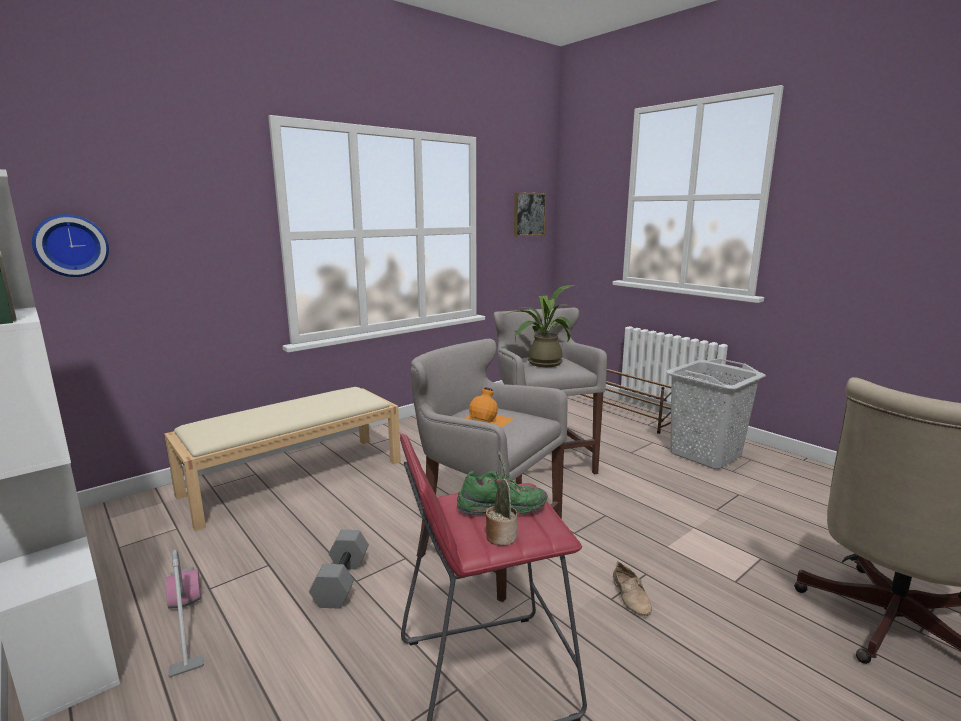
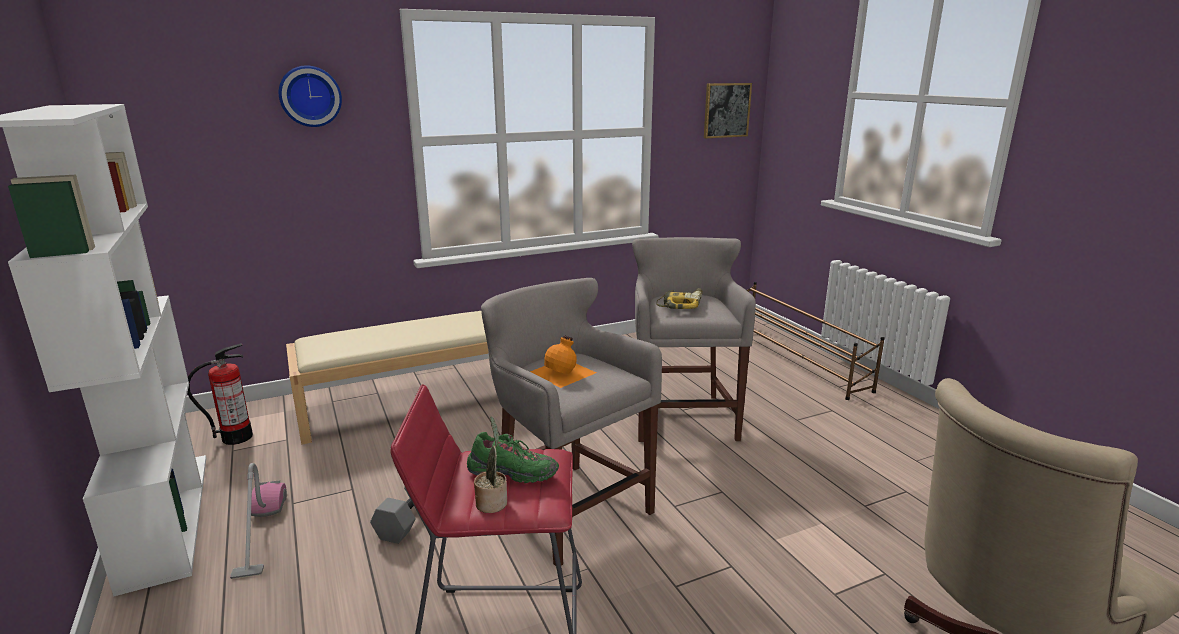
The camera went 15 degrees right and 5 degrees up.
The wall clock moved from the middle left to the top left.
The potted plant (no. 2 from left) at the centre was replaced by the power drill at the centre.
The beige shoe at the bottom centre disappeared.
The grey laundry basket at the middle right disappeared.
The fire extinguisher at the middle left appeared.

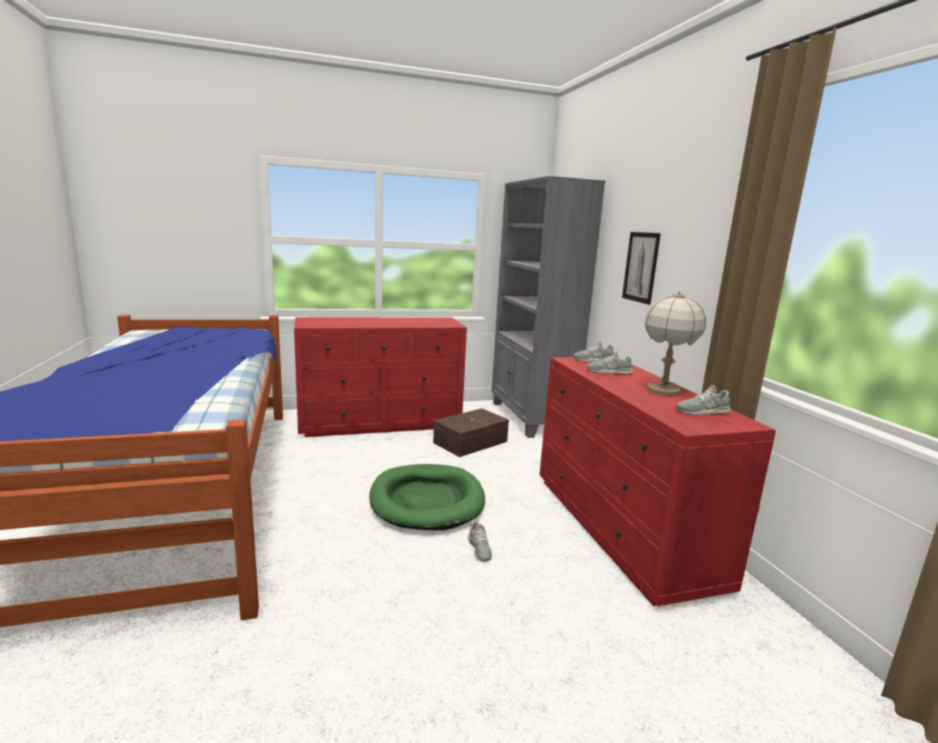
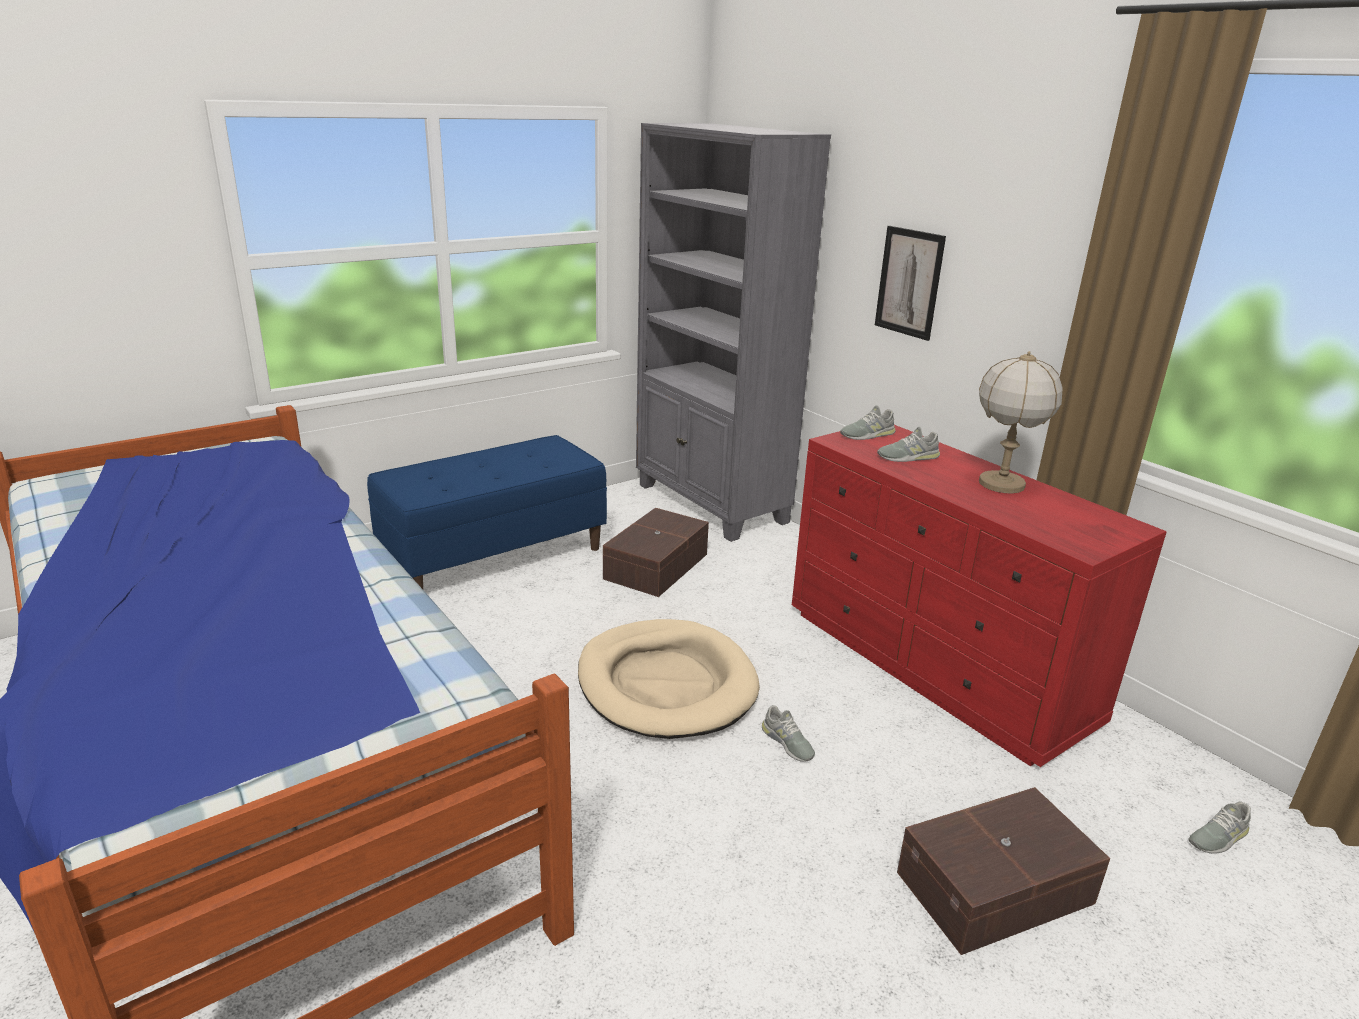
The camera went 20 degrees left and 10 degrees up.
The red dresser (no. 1 from left) at the centre was replaced by the blue bench at the centre.
The green dog bed at the bottom centre became the beige dog bed at the centre.
The grey shoe (no. 4 from left) moved from the middle right to the bottom right.
The brown storage box (no. 2 from left) at the bottom right appeared.

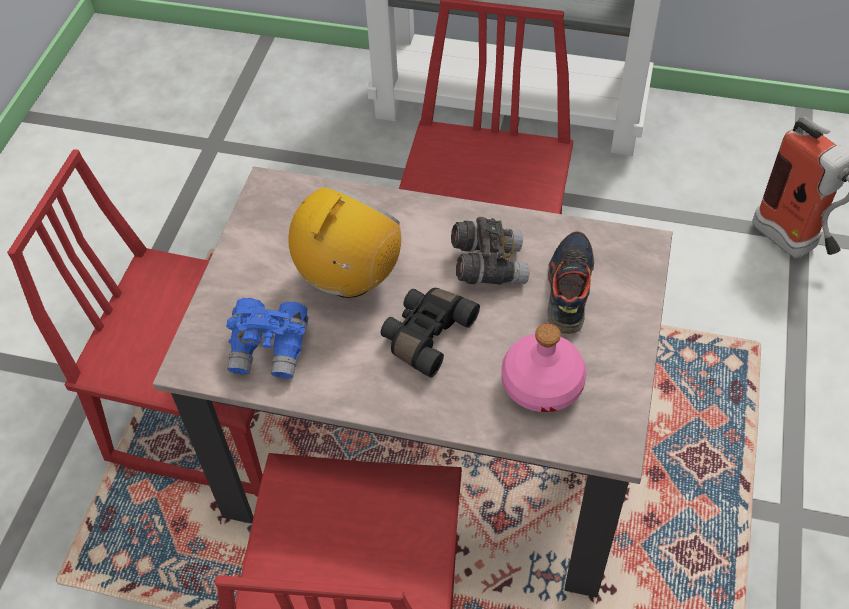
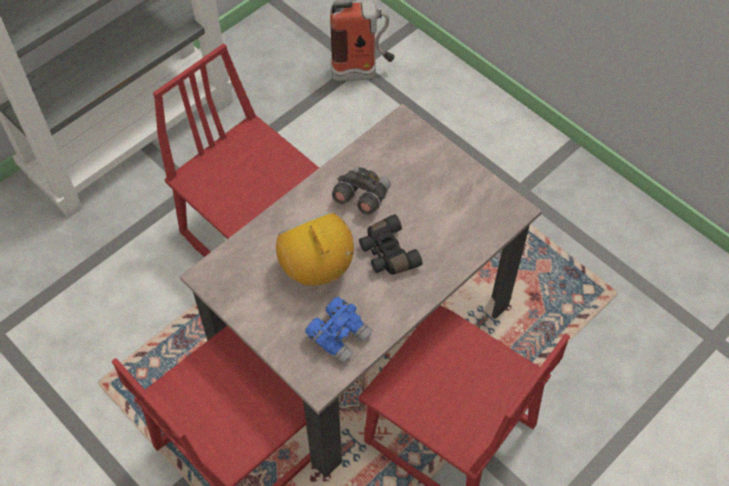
The camera went 60 degrees left and 5 degrees up.
The pink bottle at the centre disappeared.
The shoe at the middle right disappeared.

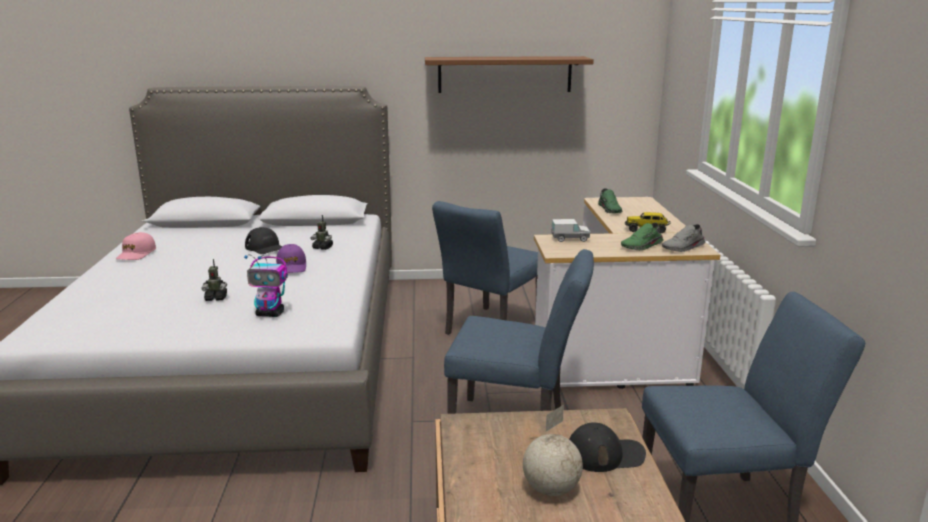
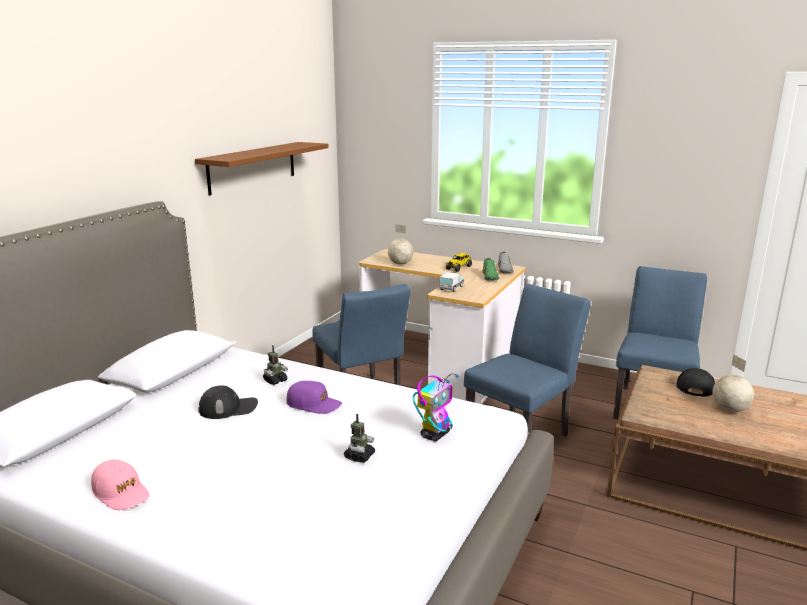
The camera went 60 degrees left and 0 degrees up.
The green shoe (no. 1 from left) at the centre was replaced by the globe (no. 1 from left) at the centre.

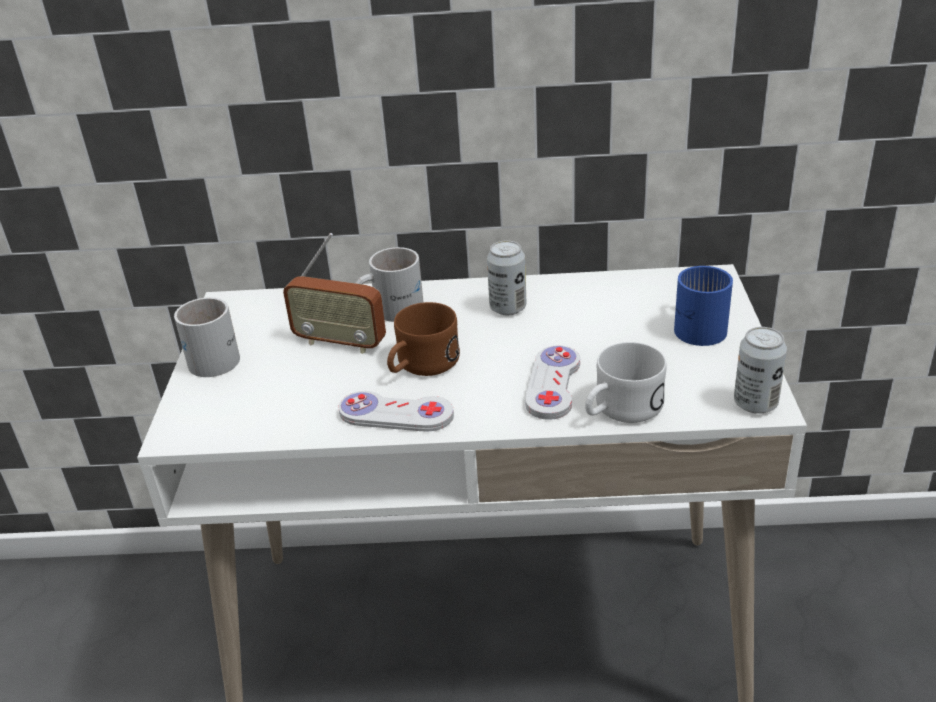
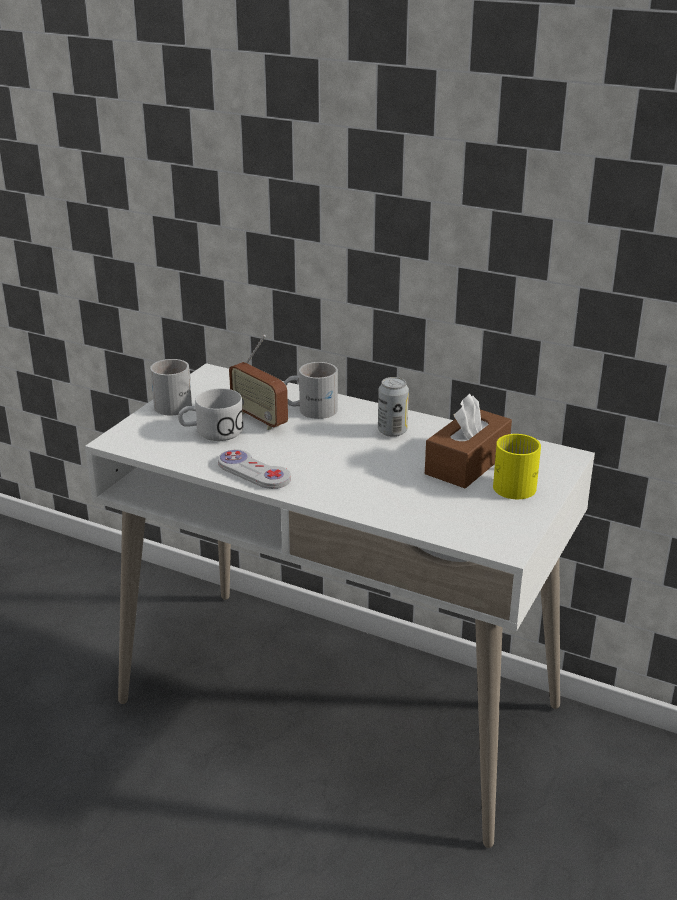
The camera went 25 degrees right and 5 degrees down.
The brown mug at the centre disappeared.
The white game controller (no. 2 from left) at the centre disappeared.
The white mug (no. 3 from left in the first image) moved from the middle right to the middle left.
The blue mug at the middle right became the yellow mug at the middle right.
The can (no. 2 from left) at the middle right disappeared.
The brown tissue box at the middle right appeared.

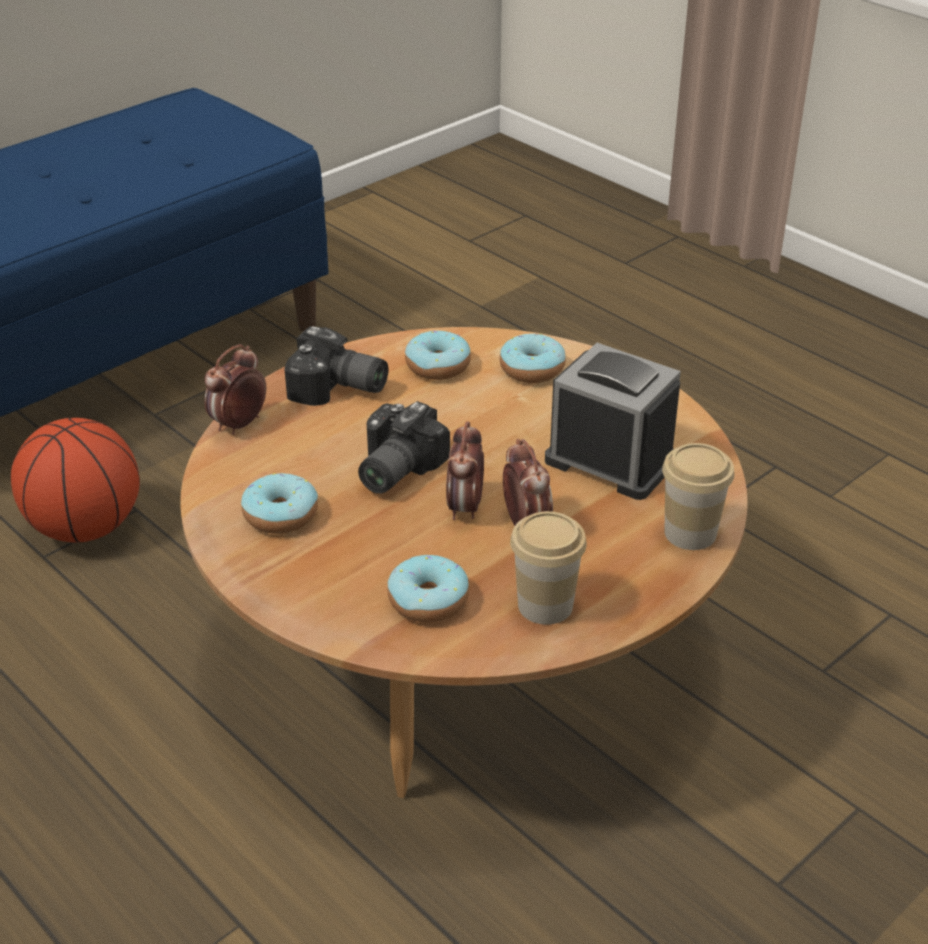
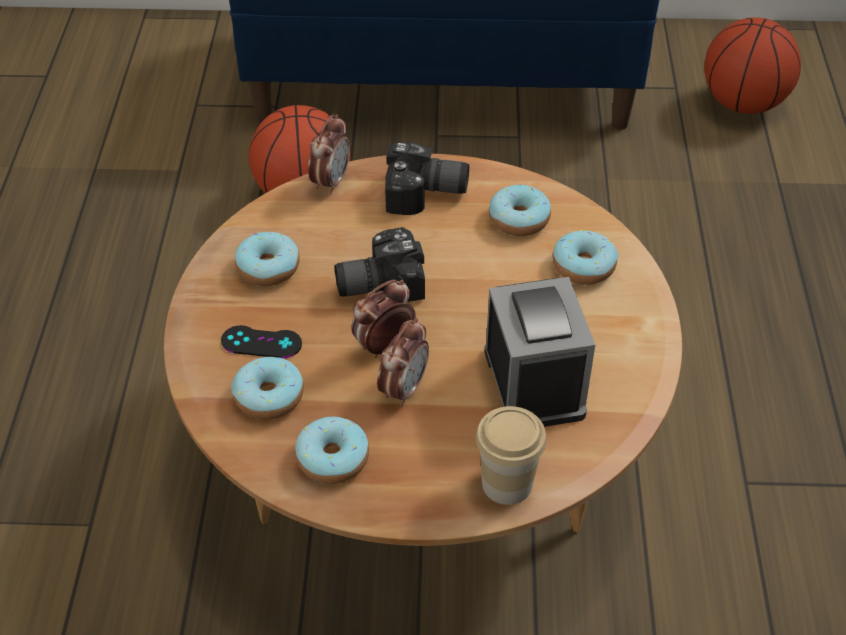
The camera went 45 degrees right and 10 degrees up.
The alarm clock (no. 1 from left) at the middle left turned 120 degrees clockwise.
The photo camera (no. 1 from left in the first image) at the centre turned 60 degrees counterclockwise.
The cup (no. 1 from left) at the centre was replaced by the donut (no. 3 from left) at the bottom centre.
The black game controller at the middle left appeared.
The basketball (no. 2 from left) at the top right appeared.

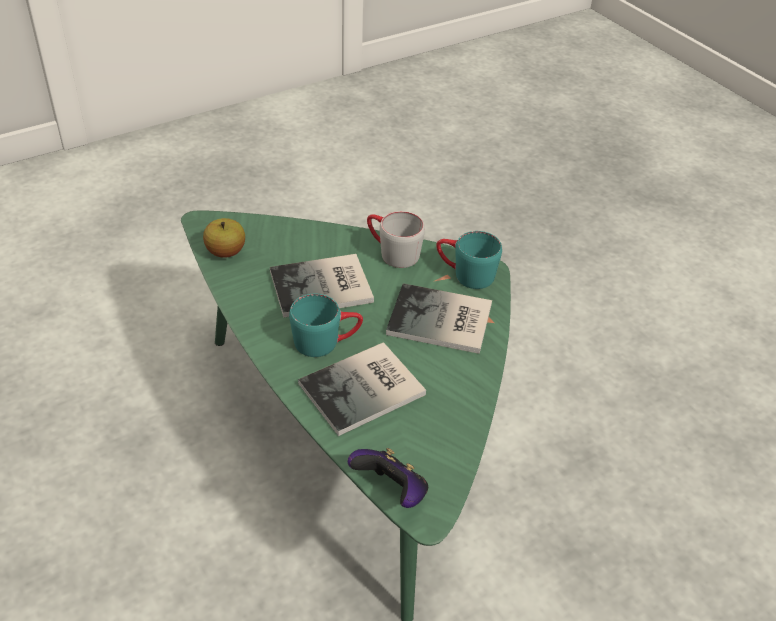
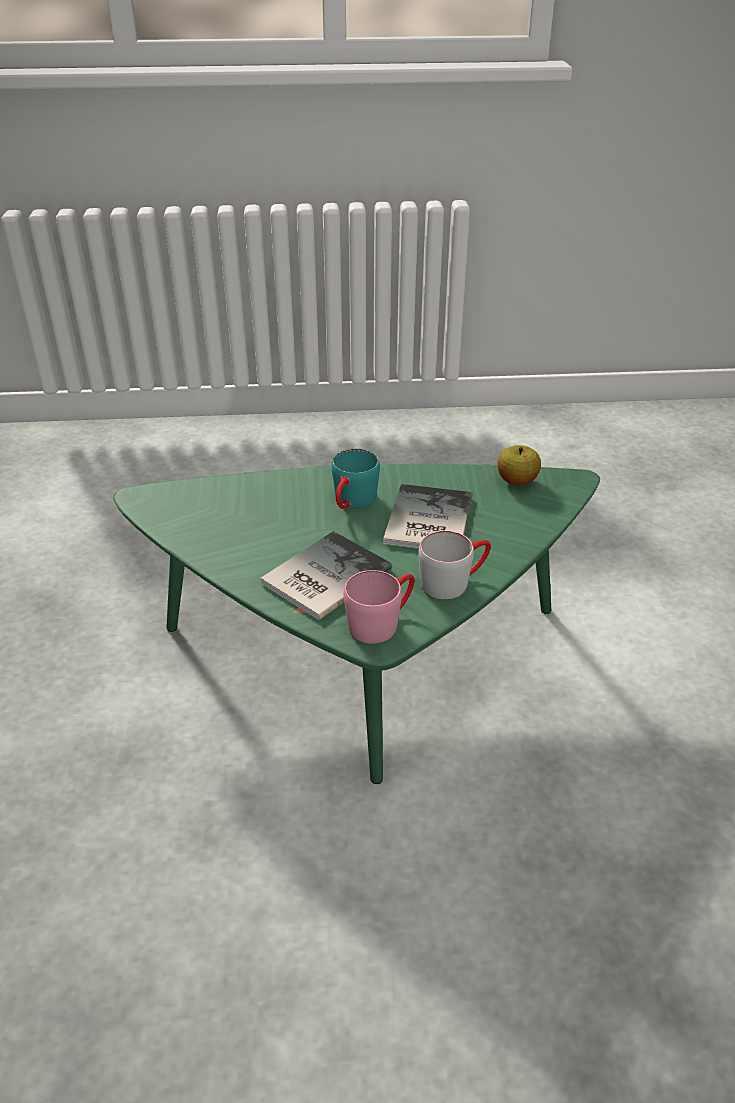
The camera went 120 degrees right and 5 degrees down.
The book (no. 2 from left) at the centre disappeared.
The game controller at the bottom centre disappeared.
The turquoise mug (no. 2 from left) at the centre became the pink mug at the centre.

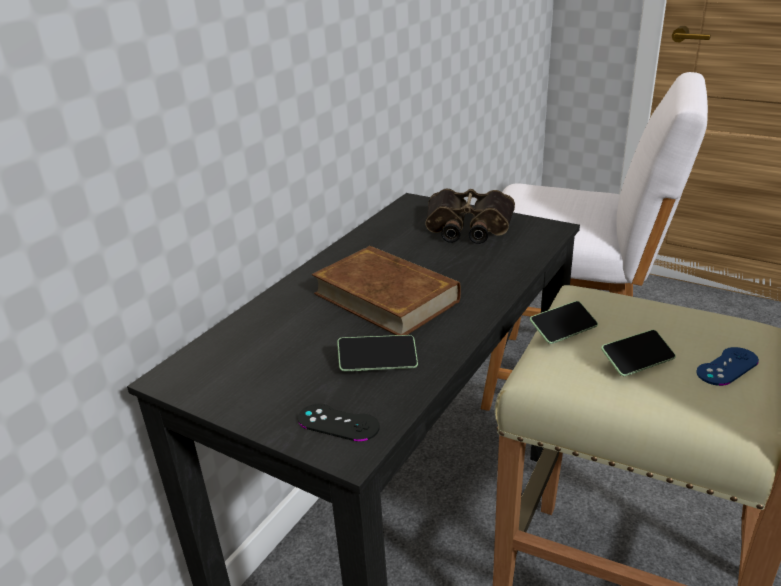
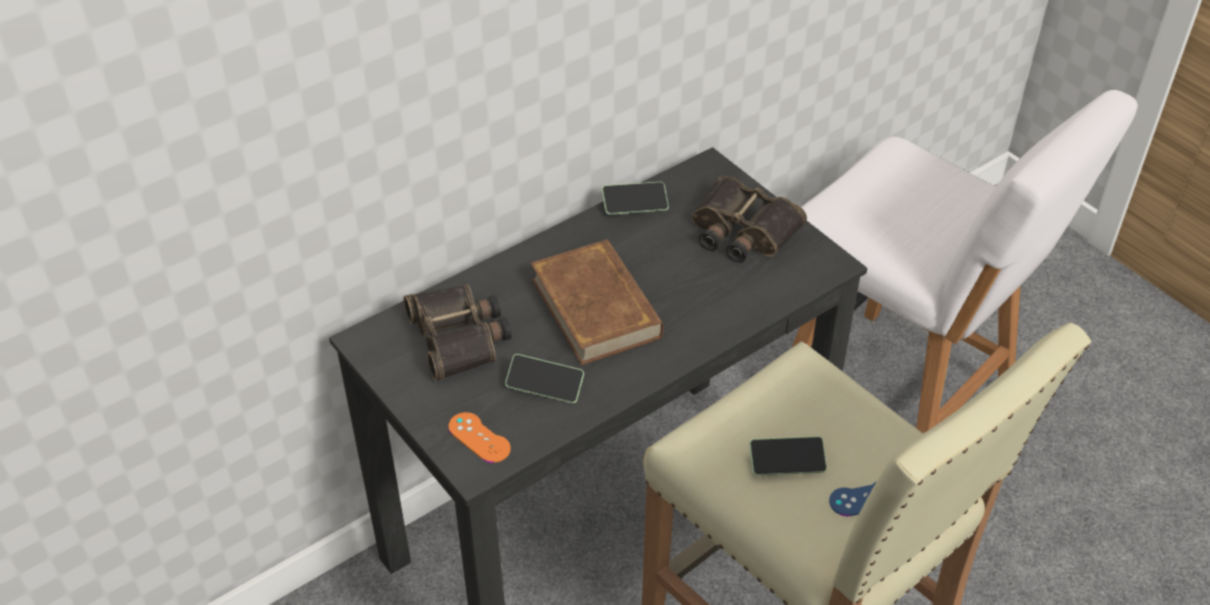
The camera went 20 degrees right and 15 degrees up.
The black game controller at the bottom centre became the orange game controller at the bottom centre.
The phone (no. 2 from left) moved from the middle right to the top centre.
The binoculars (no. 1 from left) at the centre appeared.

